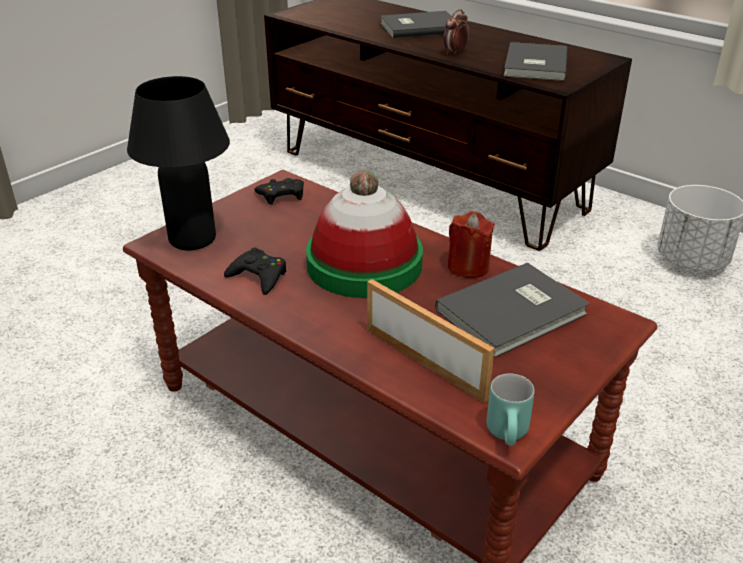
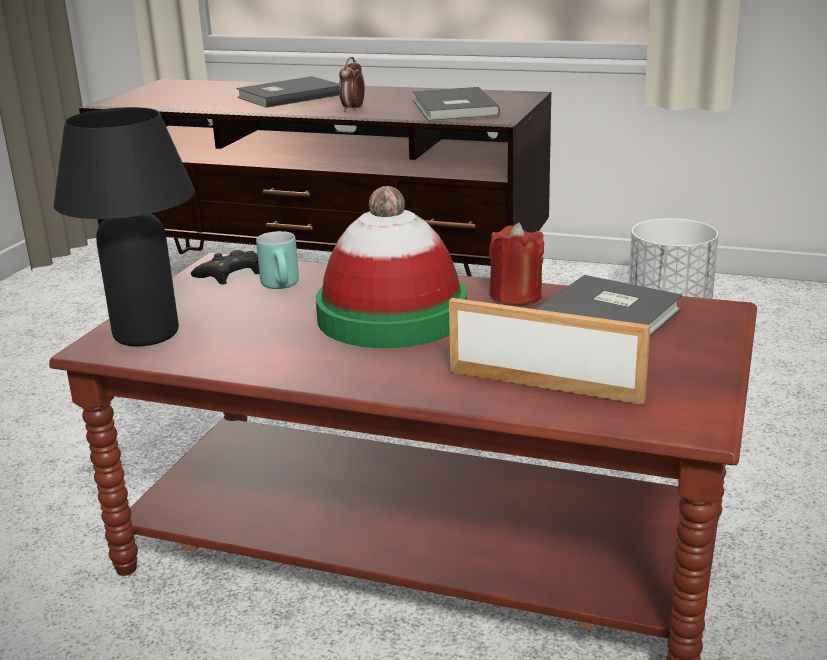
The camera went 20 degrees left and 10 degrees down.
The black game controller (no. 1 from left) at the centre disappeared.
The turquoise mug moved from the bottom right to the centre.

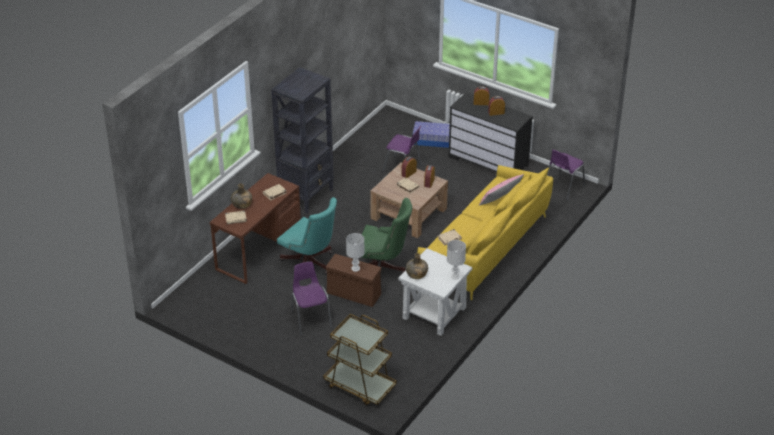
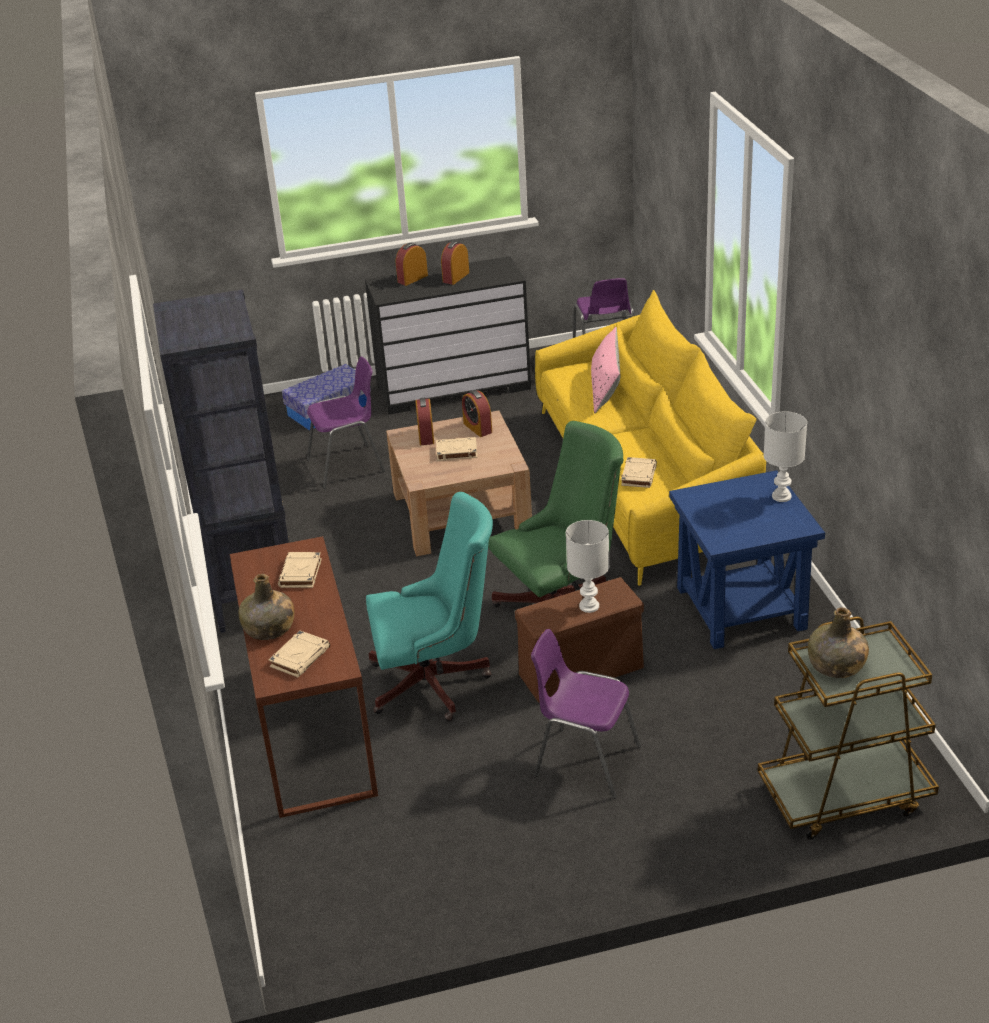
The camera went 45 degrees left and 5 degrees down.
The white side table at the bottom centre became the blue side table at the middle right.
The green bottle (no. 2 from left) moved from the centre to the middle right.

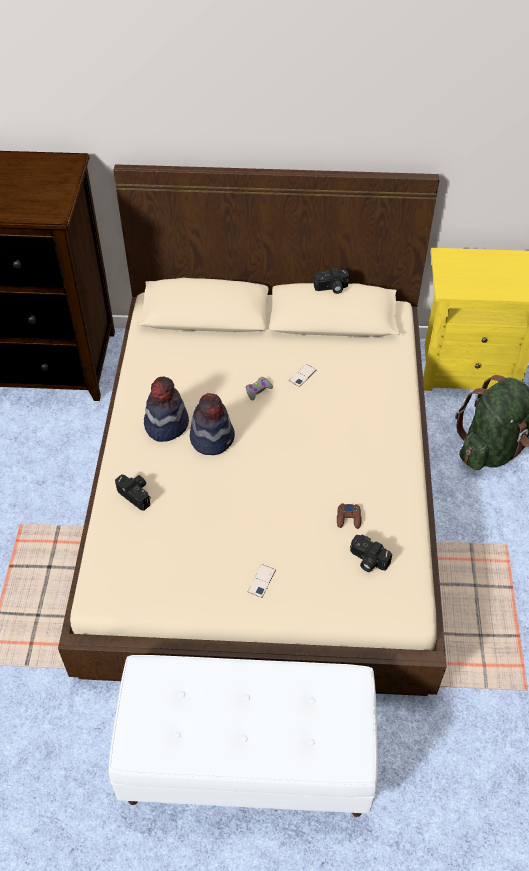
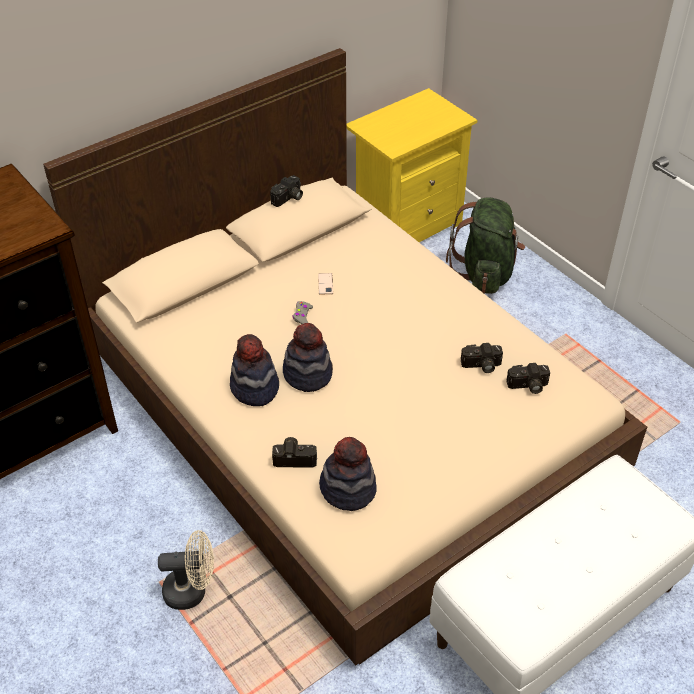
The camera went 40 degrees left and 5 degrees down.
The phone (no. 1 from left) at the bottom centre disappeared.
The brown game controller at the centre was replaced by the photo camera (no. 3 from left) at the middle right.
The beige fan at the bottom left appeared.
The hat (no. 3 from left) at the bottom centre appeared.

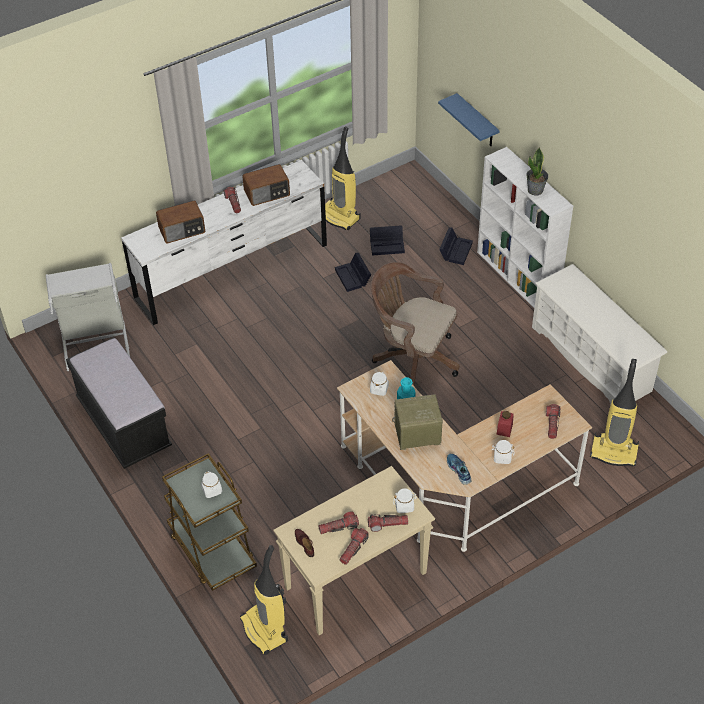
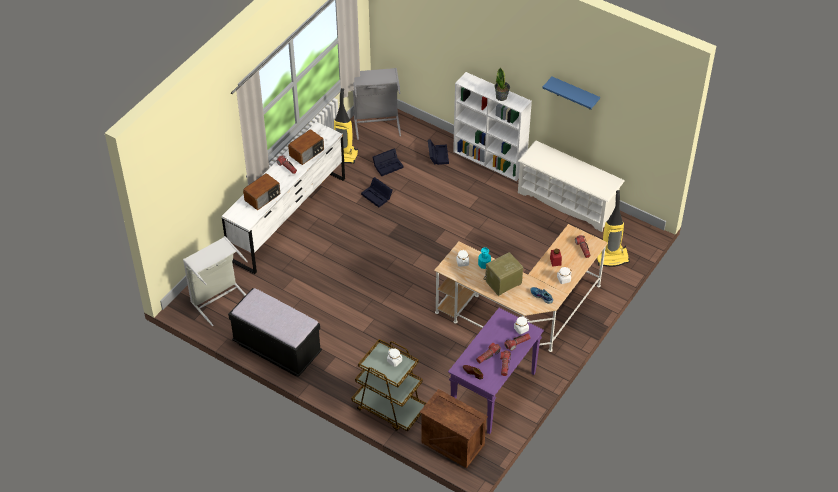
The camera went 25 degrees left and 0 degrees up.
The vacuum cleaner (no. 1 from left) at the bottom centre was replaced by the crate at the bottom centre.
The beige console table at the bottom centre became the purple console table at the bottom centre.
The brown office chair at the centre disappeared.
The blue shelf moved from the top centre to the top right.
The grey laundry basket (no. 2 from left) at the top centre appeared.

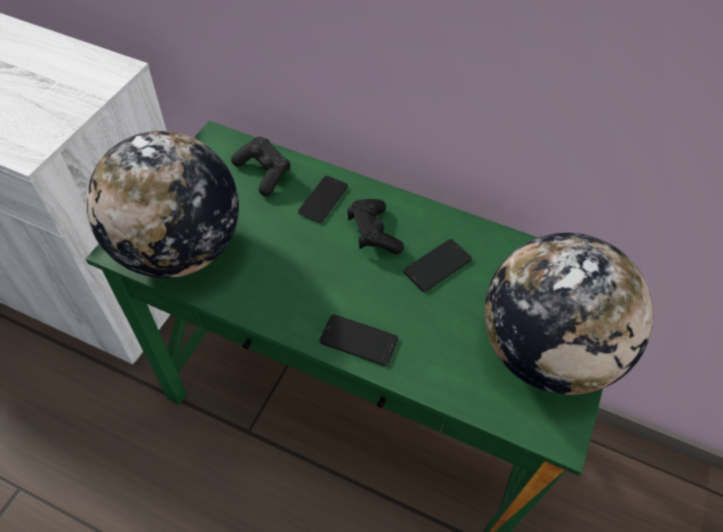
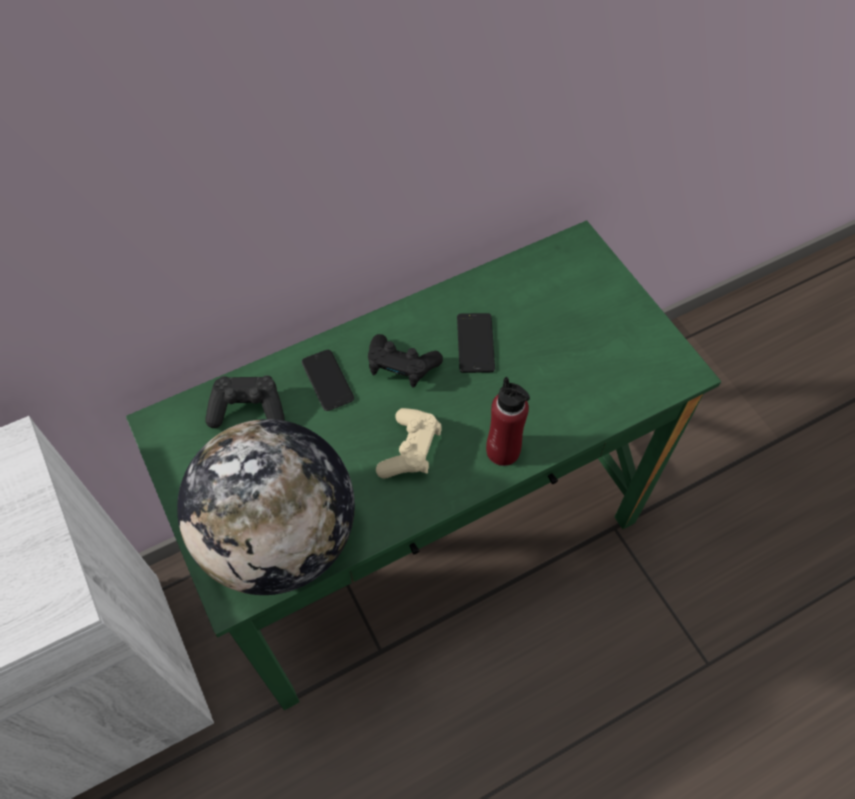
The camera went 50 degrees left and 5 degrees up.
The phone (no. 2 from left) at the centre was replaced by the red bottle at the centre.
The globe (no. 2 from left) at the middle right disappeared.
The beige game controller at the centre appeared.

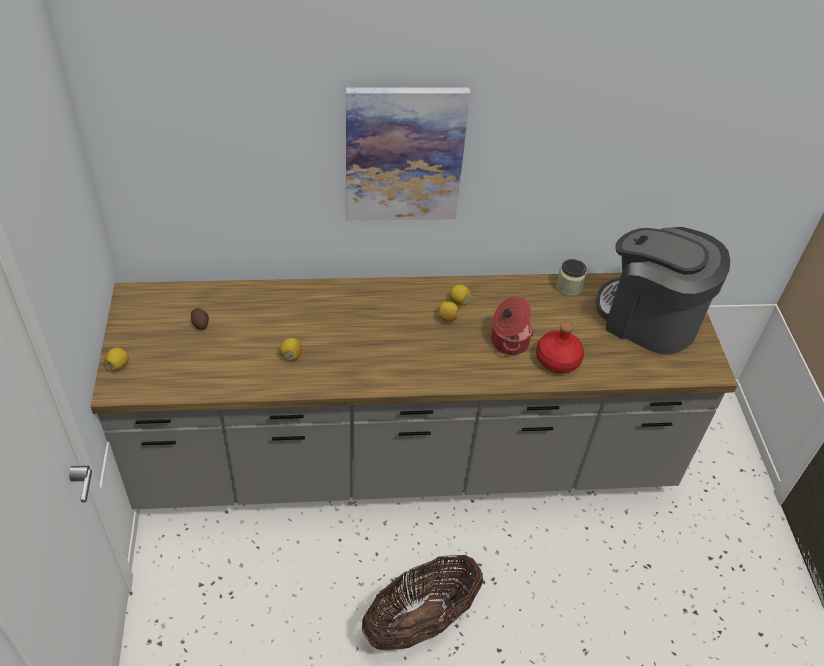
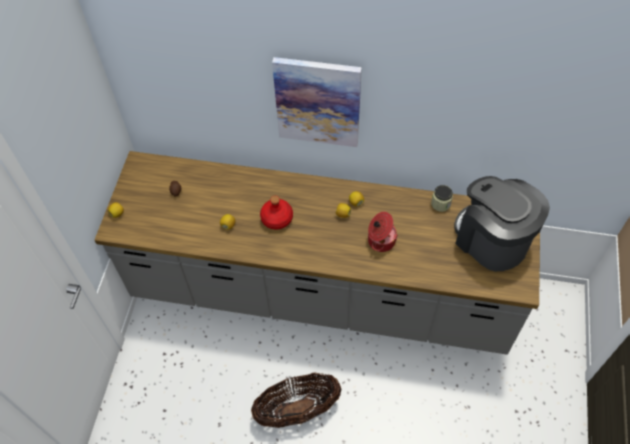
The camera went 20 degrees right and 10 degrees up.
The red bottle moved from the middle right to the centre.

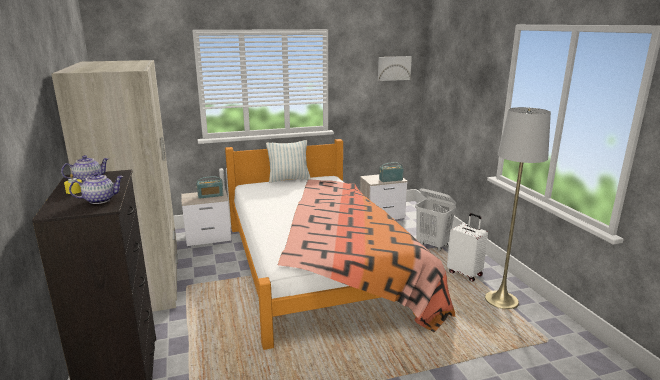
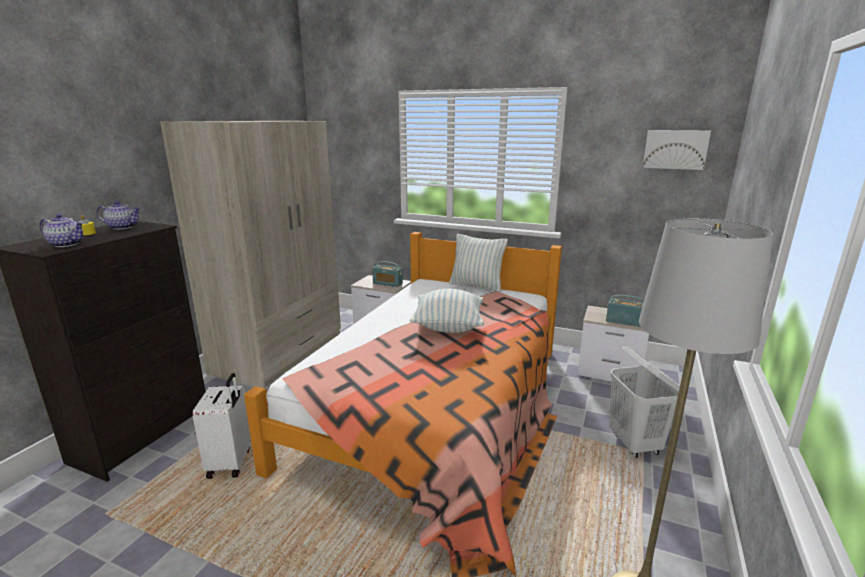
The camera went 40 degrees right and 0 degrees up.
The white suitcase moved from the middle right to the bottom left.
The pillow (no. 1 from left) at the centre appeared.

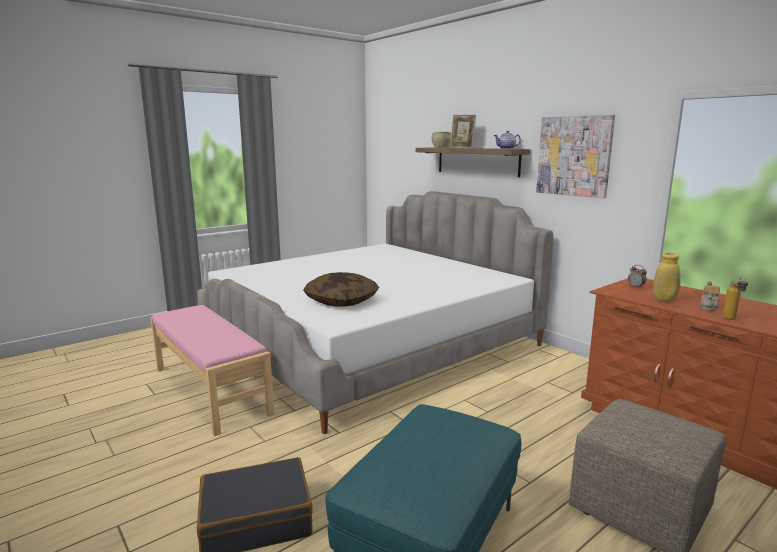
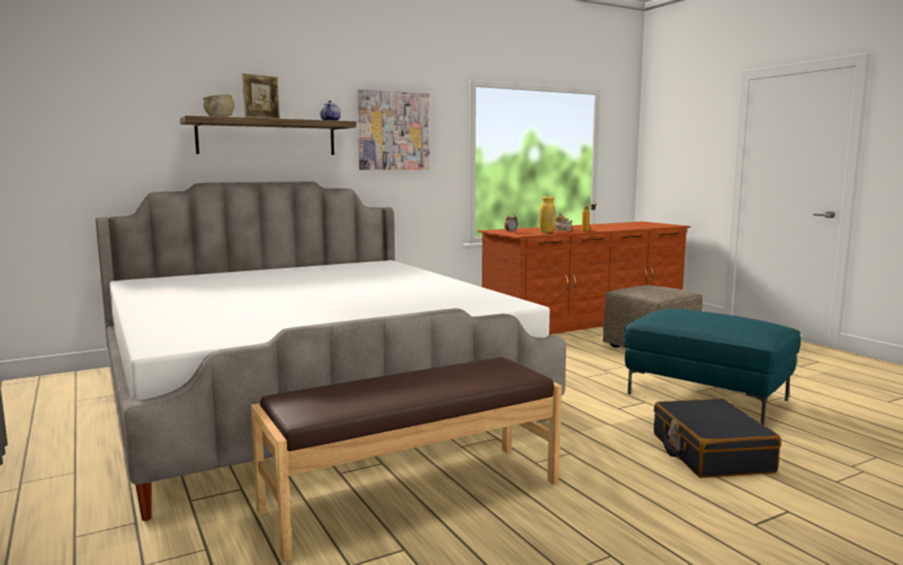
The camera went 80 degrees left and 5 degrees down.
The pink bench at the bottom left became the brown bench at the bottom centre.
The pillow at the centre disappeared.

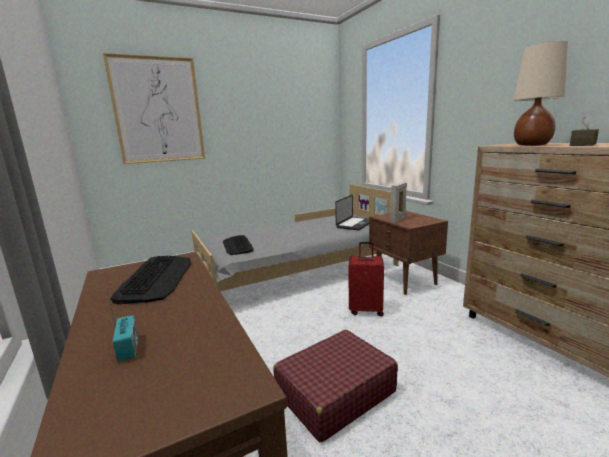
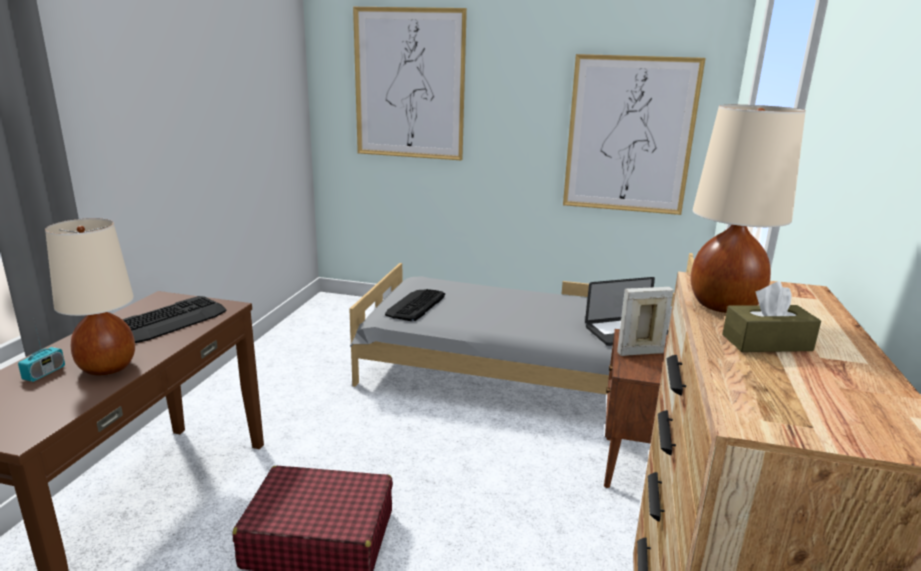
The camera went 40 degrees right and 5 degrees up.
The red suitcase (no. 2 from left) at the centre disappeared.
The beige table lamp (no. 1 from left) at the middle left appeared.
The picture (no. 2 from left) at the top right appeared.

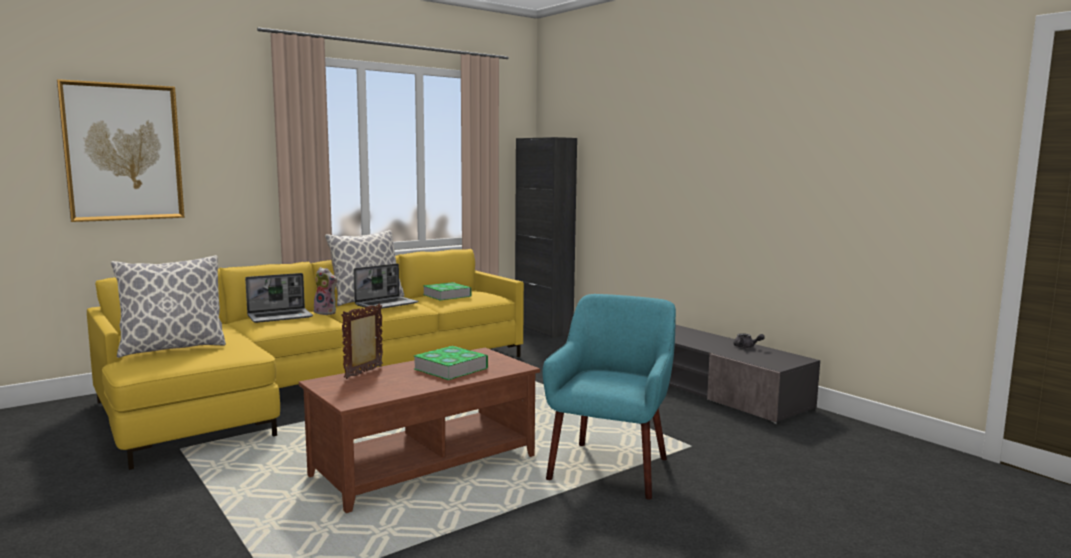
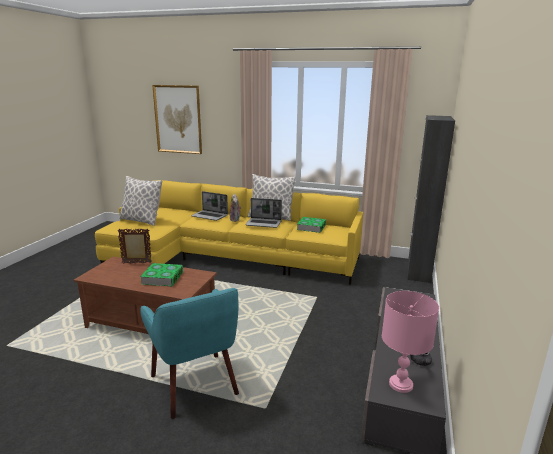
The camera went 55 degrees right and 10 degrees up.
The turquoise armchair at the bottom centre turned 75 degrees clockwise.
The pink table lamp at the bottom right appeared.

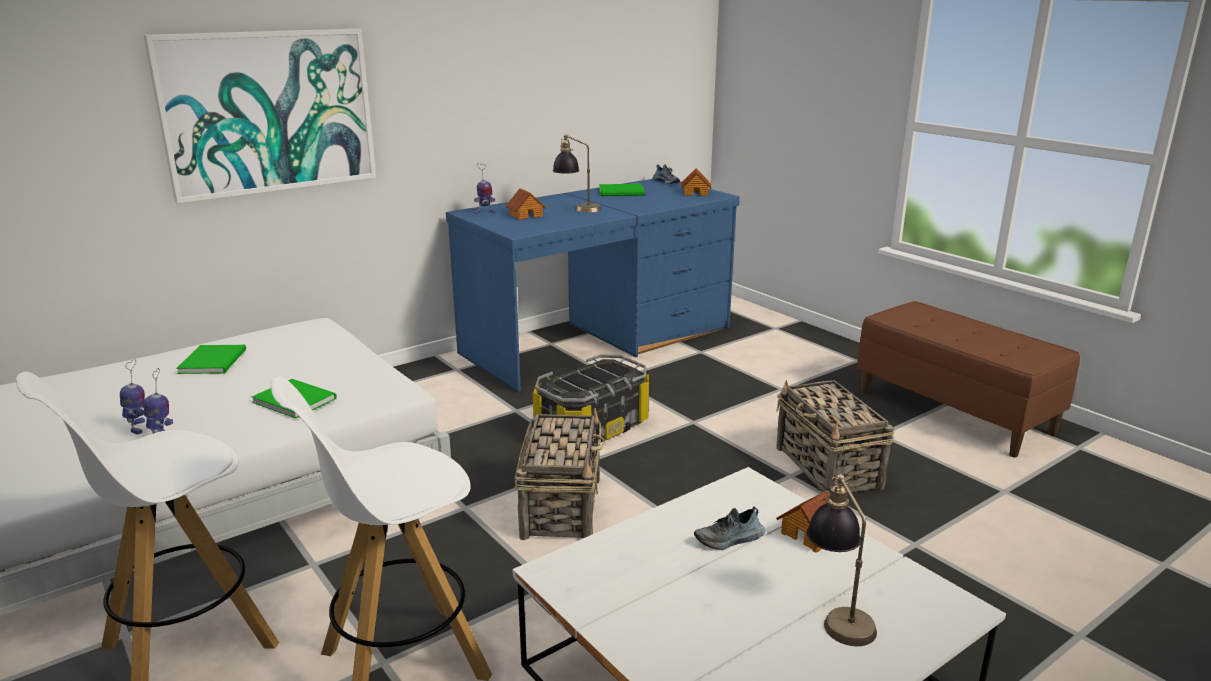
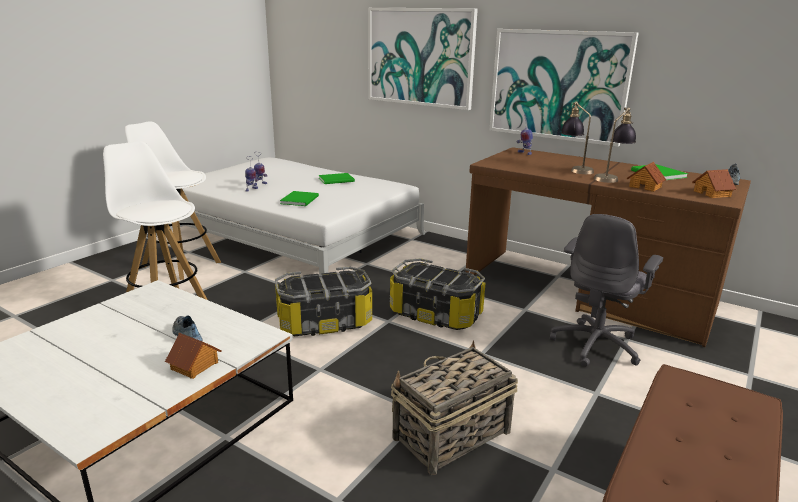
The camera went 70 degrees right and 0 degrees up.
The blue desk at the centre became the brown desk at the middle right.
The toy house (no. 1 from left in the first image) moved from the top centre to the middle right.
The basket (no. 1 from left) at the bottom centre was replaced by the storage box (no. 1 from left) at the centre.
The table lamp (no. 2 from left) moved from the bottom right to the top right.
The picture (no. 2 from left) at the top right appeared.
The grey office chair at the middle right appeared.

